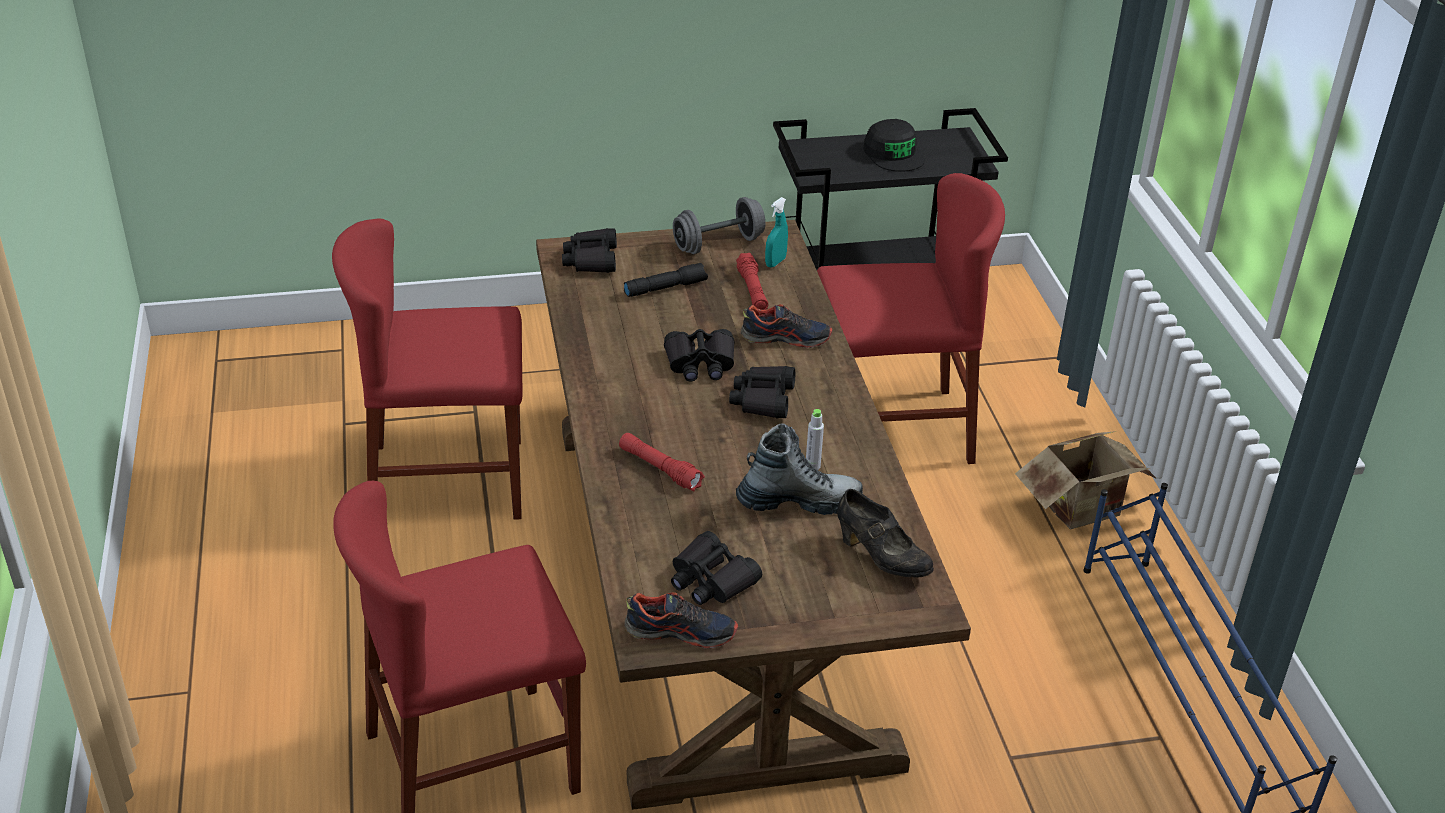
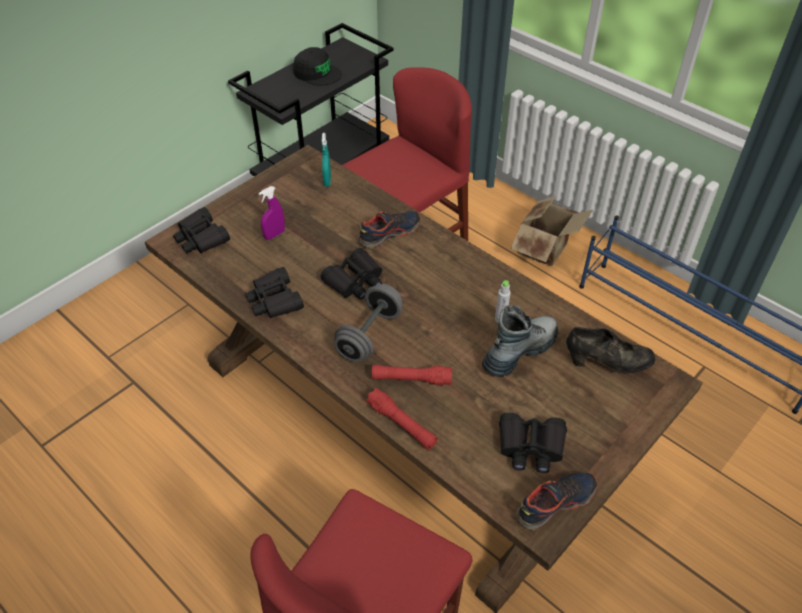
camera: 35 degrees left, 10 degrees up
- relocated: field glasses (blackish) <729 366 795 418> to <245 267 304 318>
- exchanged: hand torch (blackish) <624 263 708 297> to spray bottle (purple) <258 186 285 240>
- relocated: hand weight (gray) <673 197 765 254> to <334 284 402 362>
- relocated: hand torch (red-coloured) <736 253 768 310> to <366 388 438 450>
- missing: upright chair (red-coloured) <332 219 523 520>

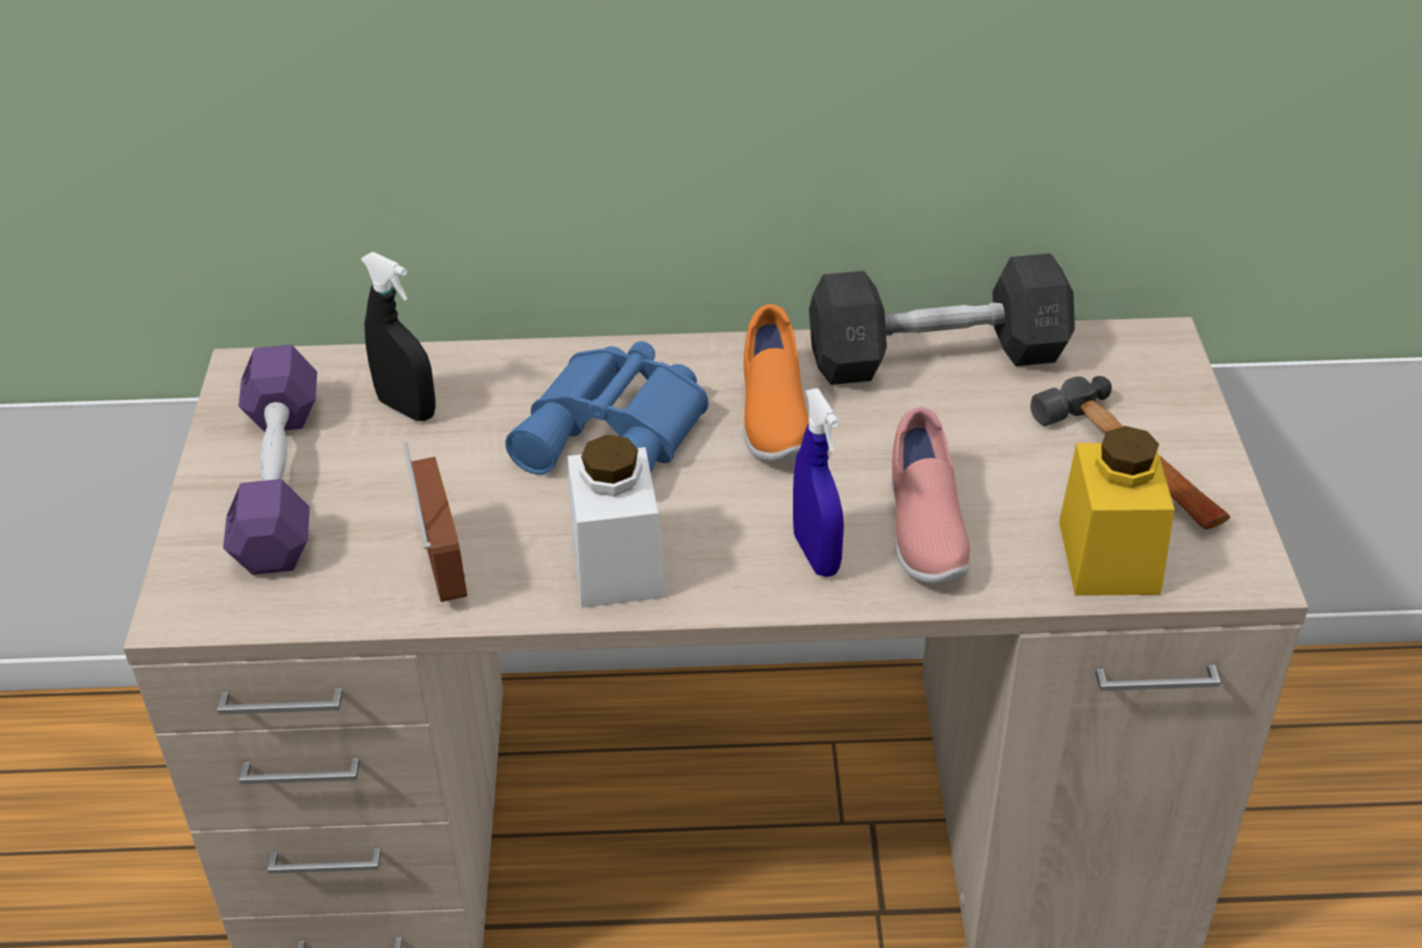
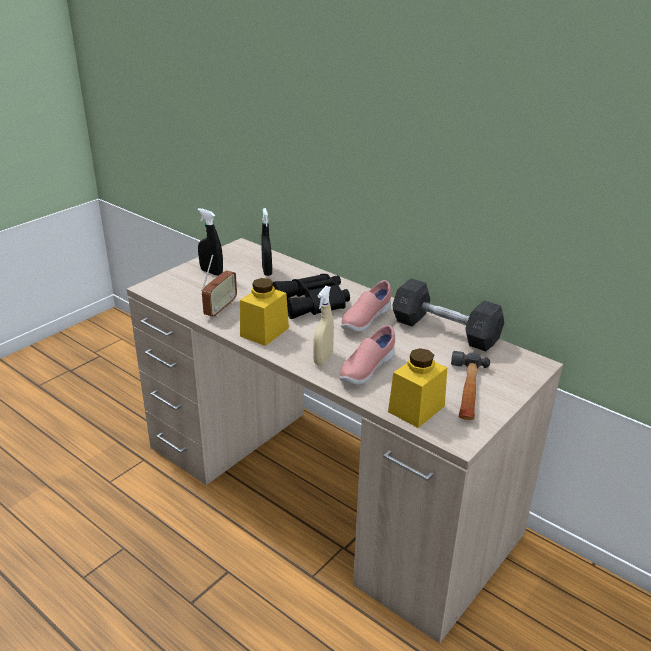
camera: 40 degrees right, 10 degrees down
- exchanged: hand weight (purple) <223 345 317 575> to spray bottle (blackish) <198 208 223 276>
- colour: preserve jar (whitish) <568 435 666 608> to preserve jar (yellowish) <240 278 289 346>
- colour: field glasses (bluish) <505 341 708 475> to field glasses (blackish) <273 274 350 319>
- colour: spray bottle (bluish) <793 388 844 577> to spray bottle (beige-coloured) <313 286 334 365>
- colour: item of footwear (orange) <743 304 809 462> to item of footwear (pink-coloured) <341 280 391 332>

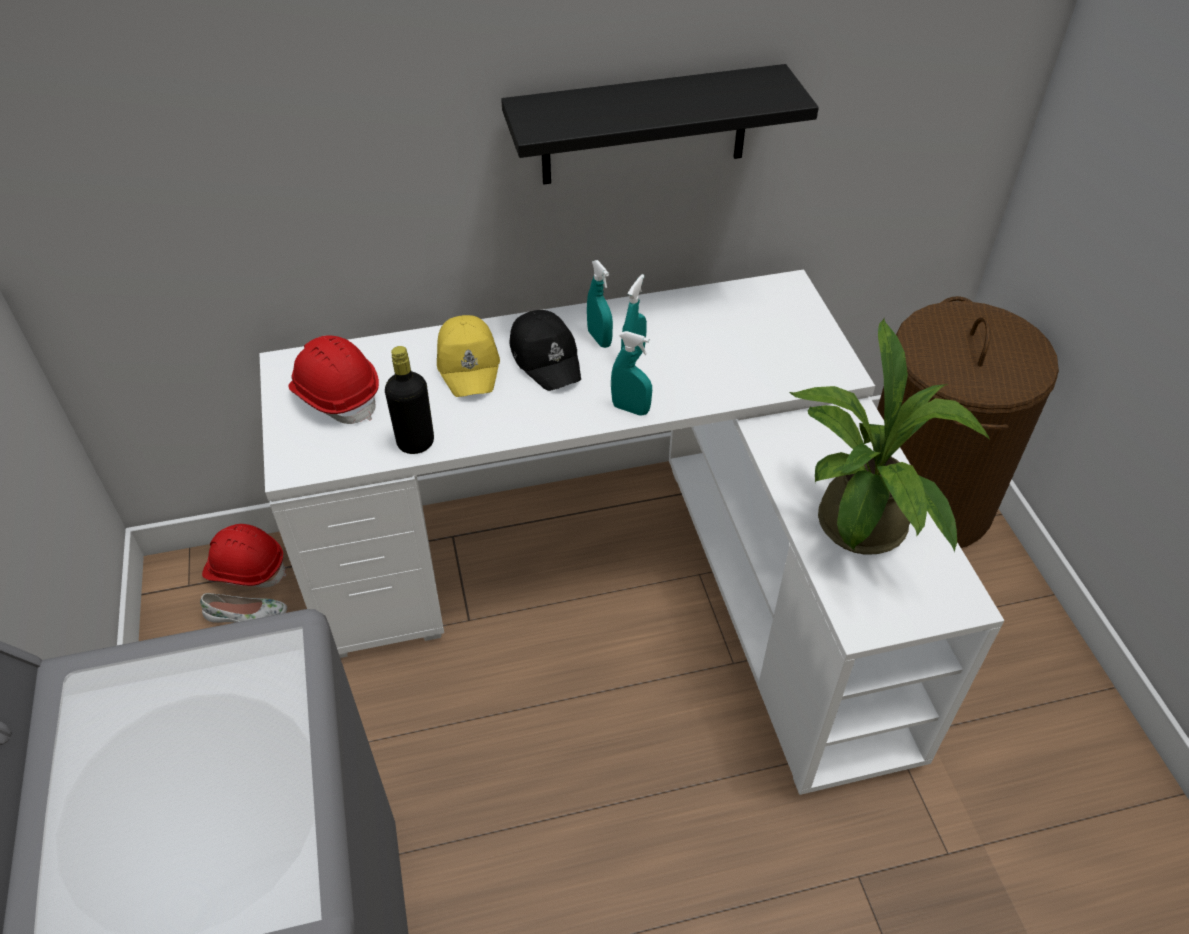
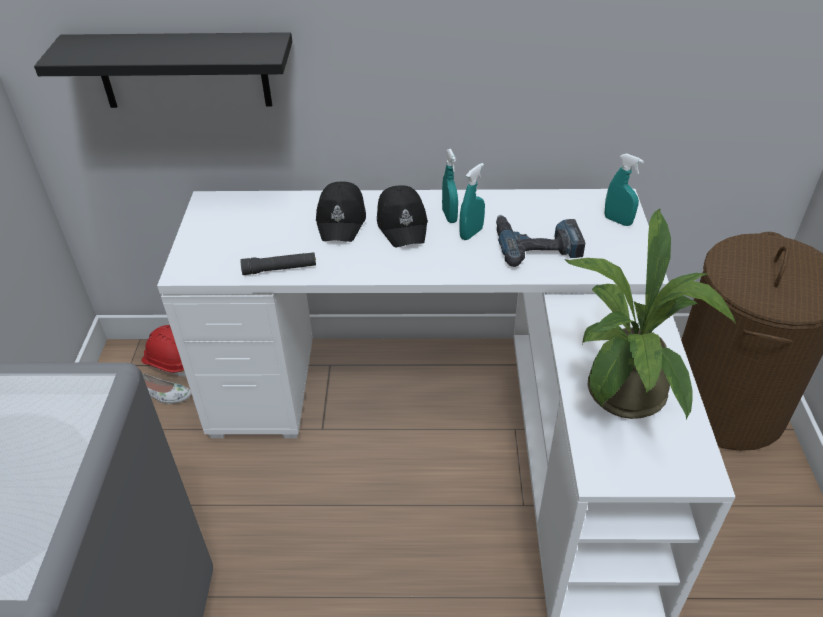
camera: 15 degrees right, 5 degrees down
- relocated: wall shelf (blackish) <501 64 819 185> to <34 32 292 108>
- exchanged: beverage bottle (blackish) <385 346 434 454> to hand torch (blackish) <241 252 316 275>
- colour: baseball cap (yellowish) <437 315 500 397> to baseball cap (blackish) <316 182 366 242>
- appeared: drill <496 215 585 267>
- relocated: spray bottle (turquoise-coloured) <611 331 652 416> to <604 153 644 226>
- missing: safety helmet (red-coloured) <289 335 379 424>

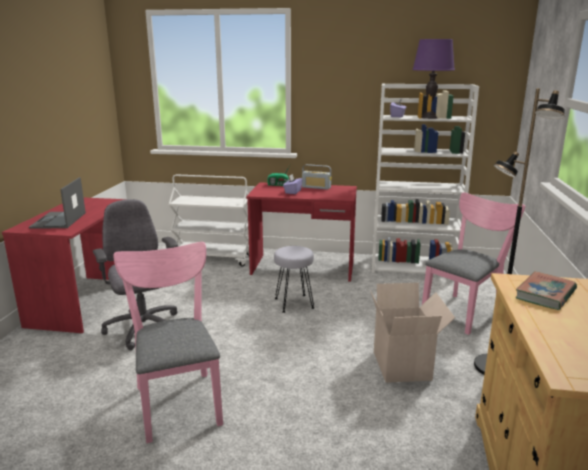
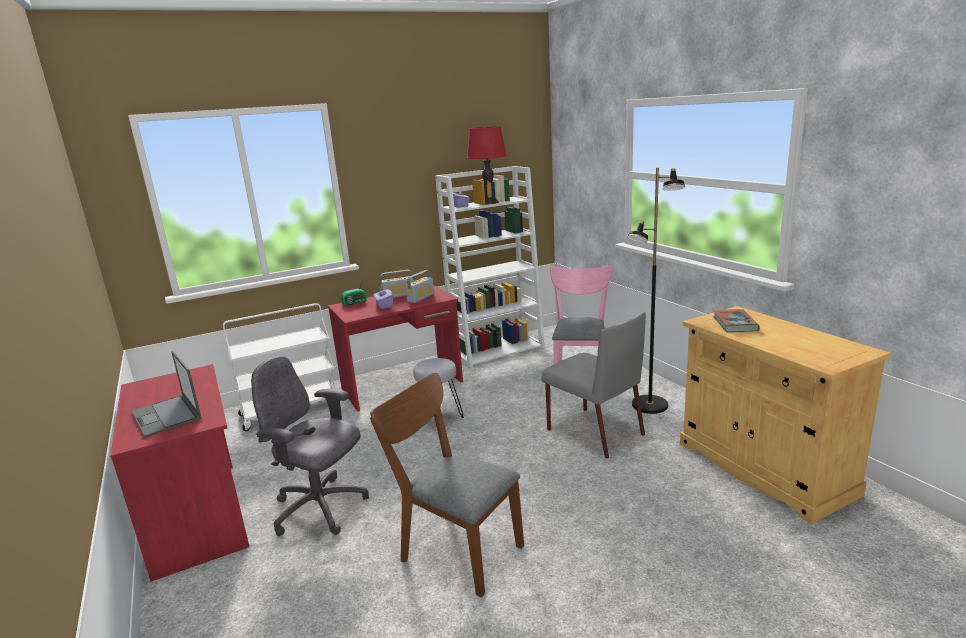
camera: 35 degrees left, 0 degrees up
- colour: upright chair (pink-coloured) <114 242 223 443> to upright chair (brownish) <370 373 524 597>
- appeared: radio <406 270 434 303>
- colour: table lamp (purple) <412 39 455 119> to table lamp (red-coloured) <467 126 507 204>
- exchanged: carton <370 283 455 383> to upright chair (gray) <542 312 646 459>

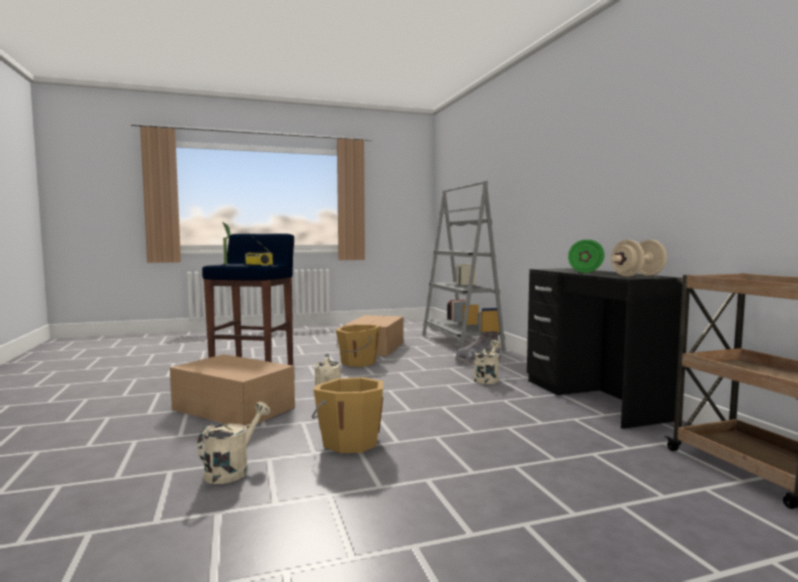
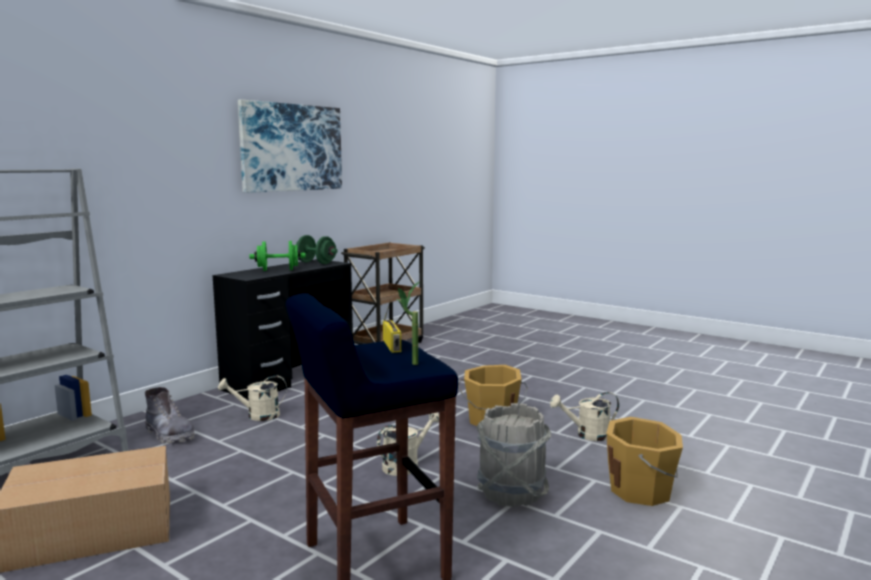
camera: 125 degrees left, 5 degrees up
- appeared: wall art <238 100 342 193>
- colour: hand weight (beige-coloured) <611 240 667 277> to hand weight (green-coloured) <296 235 337 264>
- exchanged: carton <170 354 295 428> to bucket (gray) <477 403 551 507>
- relocated: bucket (orange) <336 324 380 367> to <606 417 683 506>

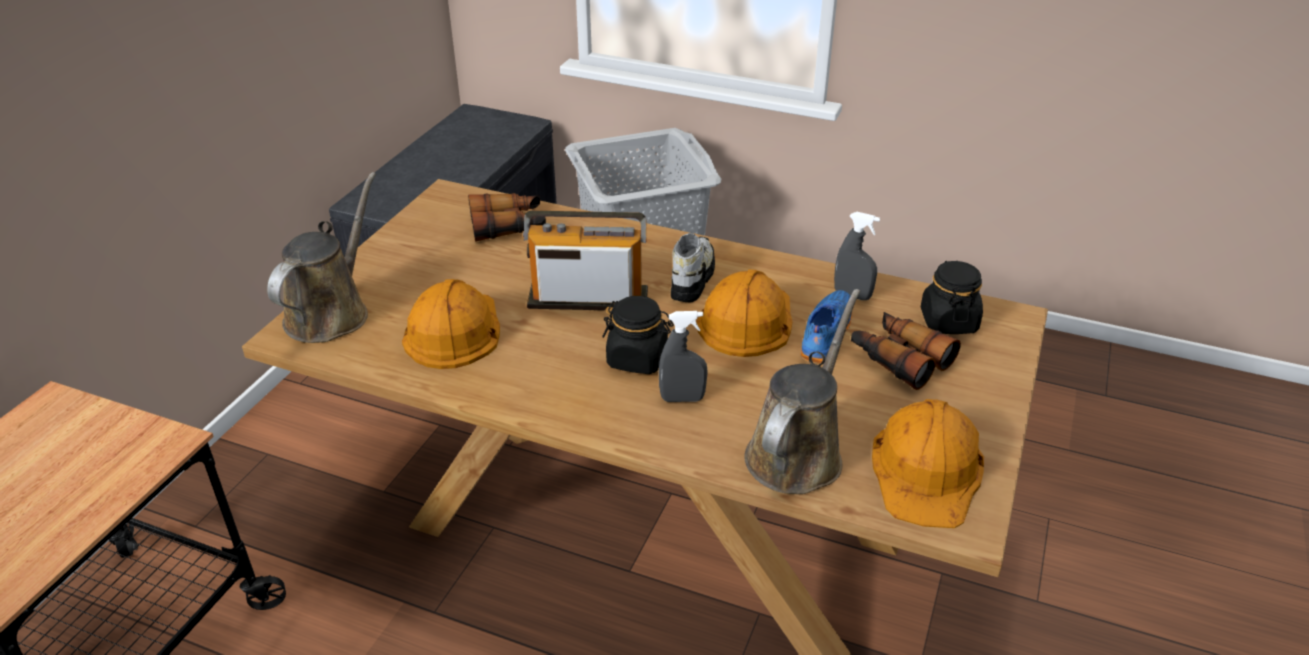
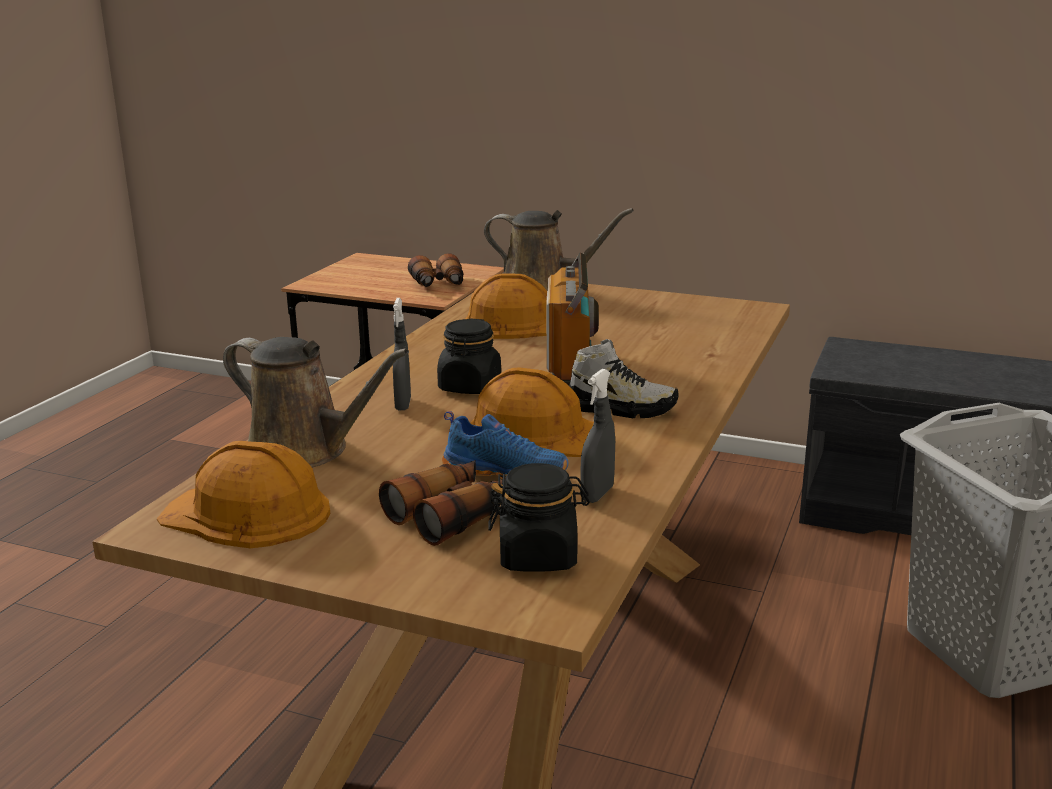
camera: 90 degrees right, 15 degrees down
- relocated: field glasses <468 193 546 242> to <408 253 463 287>

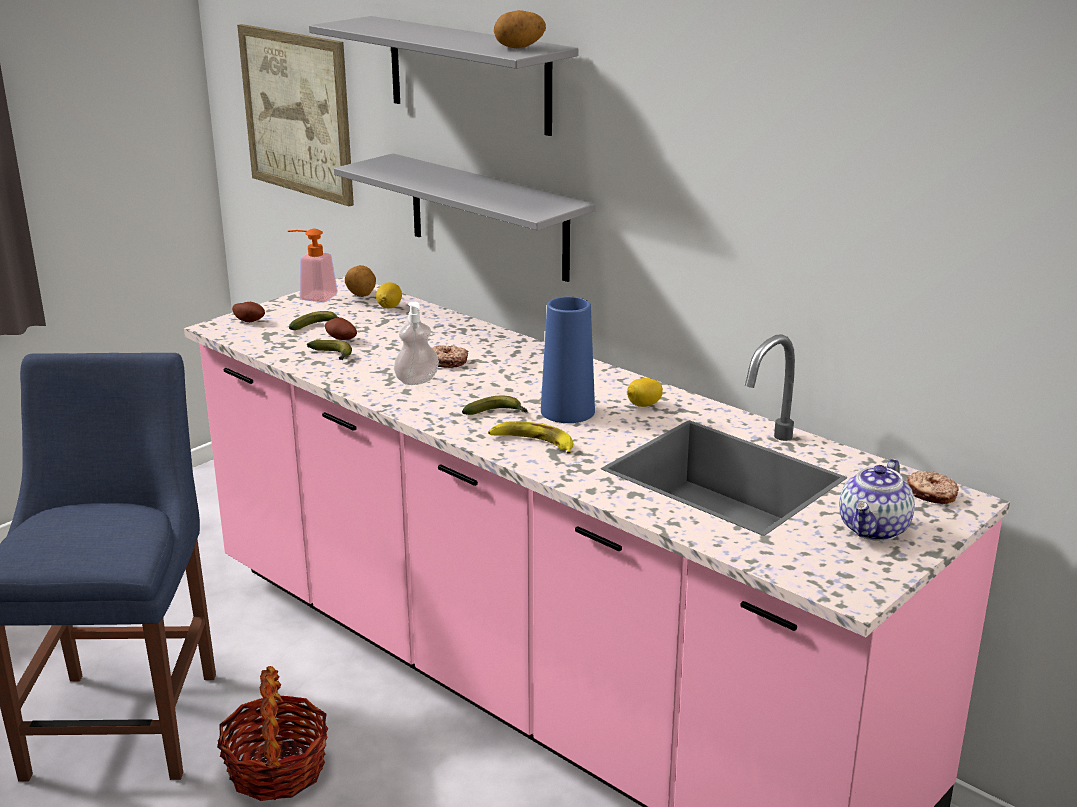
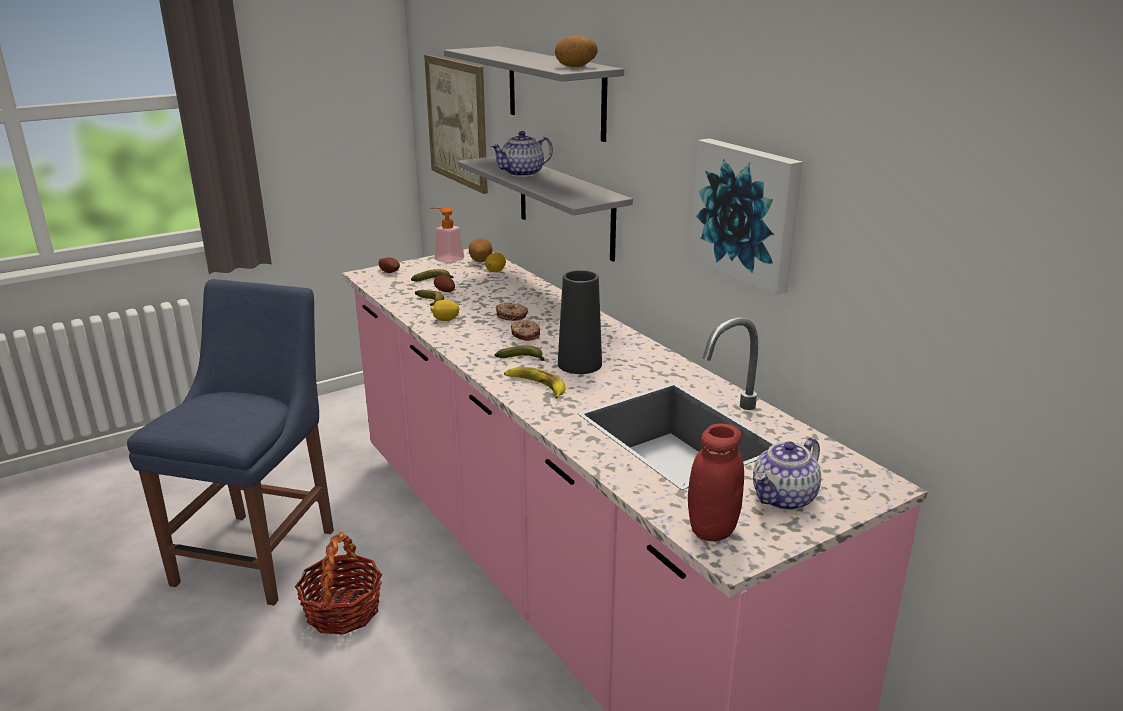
camera: 15 degrees right, 0 degrees up
- relocated: whole lemon <627 378 663 407> to <430 300 460 321>
- appeared: pot for tea <491 131 553 177>
- relocated: donut <907 471 959 504> to <511 319 540 341>
- colour: vase (bluish) <541 297 595 423> to vase (blackish) <558 270 602 374>
- appeared: preserve jar (red-coloured) <688 423 744 541>
- appeared: wall art <690 138 803 295>
- missing: soap dispenser <394 302 439 385>

